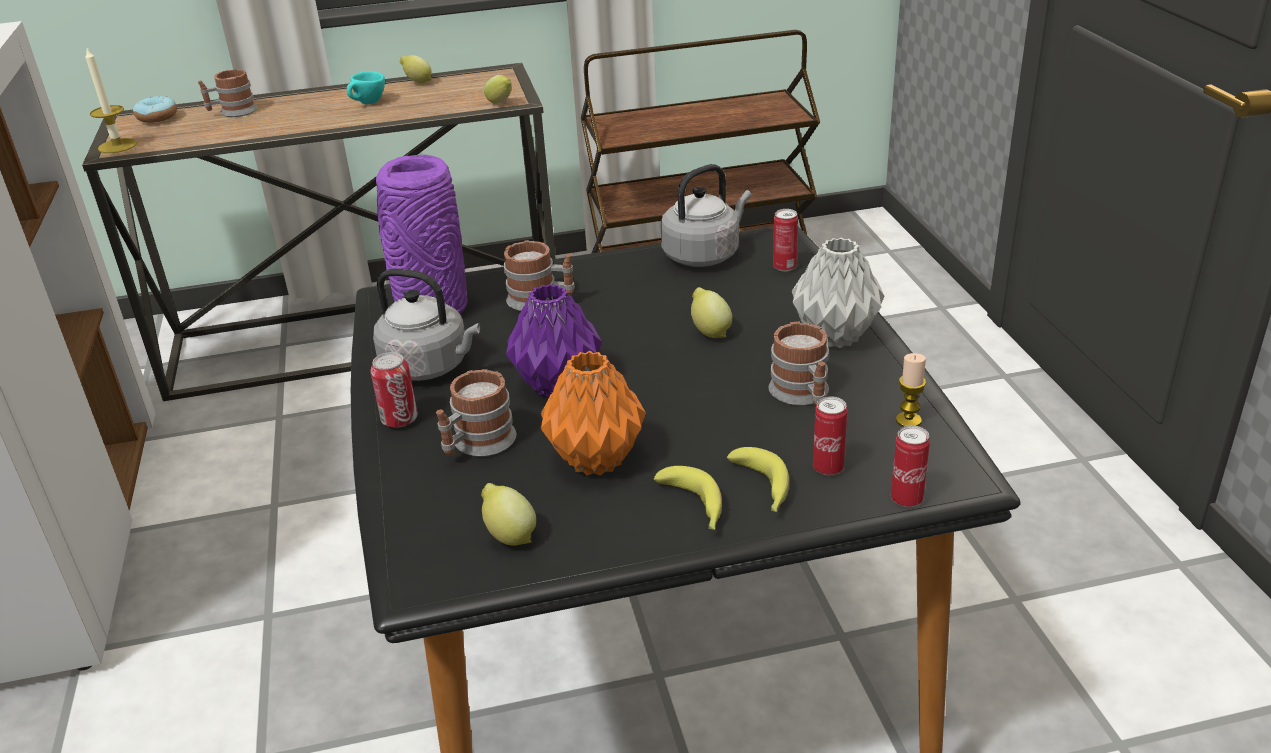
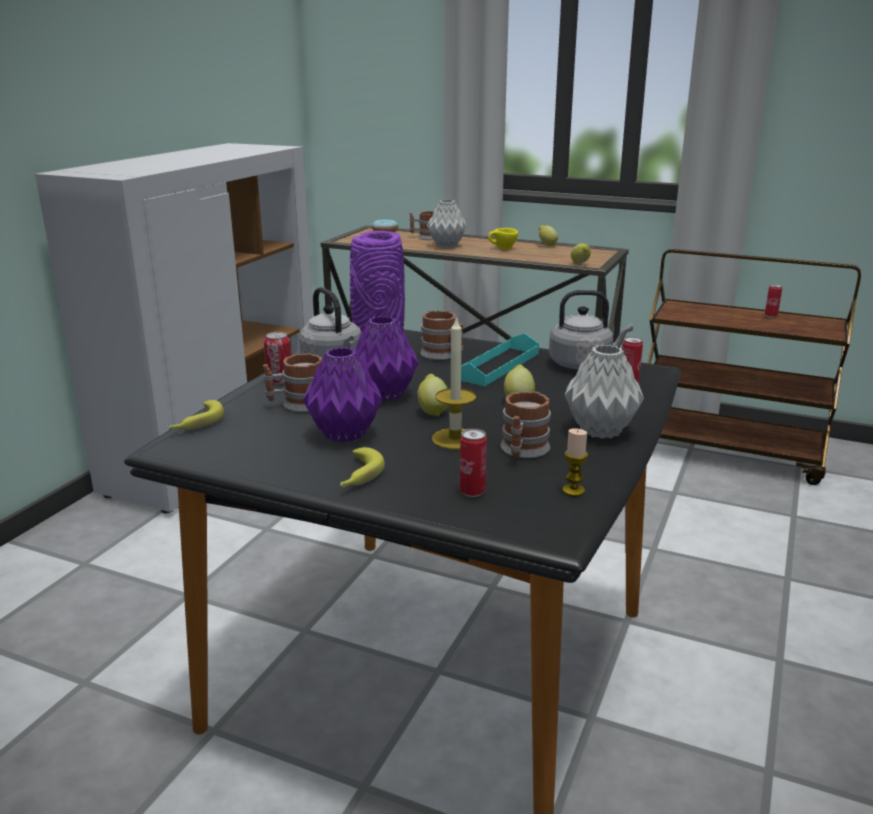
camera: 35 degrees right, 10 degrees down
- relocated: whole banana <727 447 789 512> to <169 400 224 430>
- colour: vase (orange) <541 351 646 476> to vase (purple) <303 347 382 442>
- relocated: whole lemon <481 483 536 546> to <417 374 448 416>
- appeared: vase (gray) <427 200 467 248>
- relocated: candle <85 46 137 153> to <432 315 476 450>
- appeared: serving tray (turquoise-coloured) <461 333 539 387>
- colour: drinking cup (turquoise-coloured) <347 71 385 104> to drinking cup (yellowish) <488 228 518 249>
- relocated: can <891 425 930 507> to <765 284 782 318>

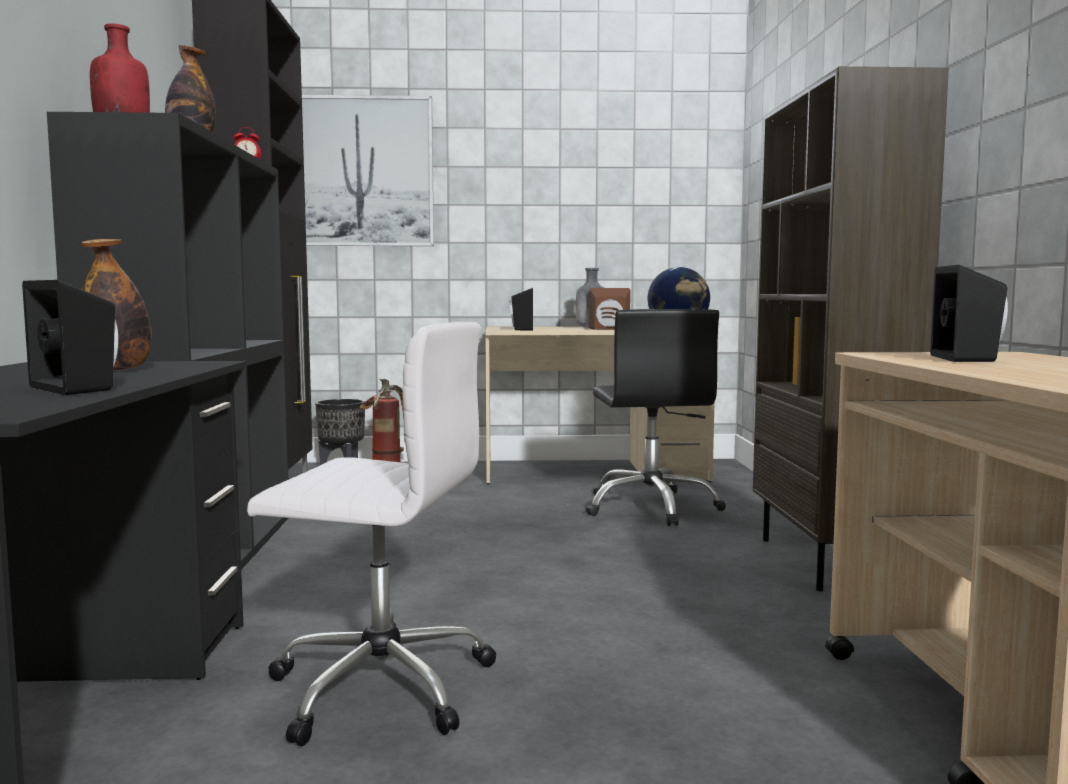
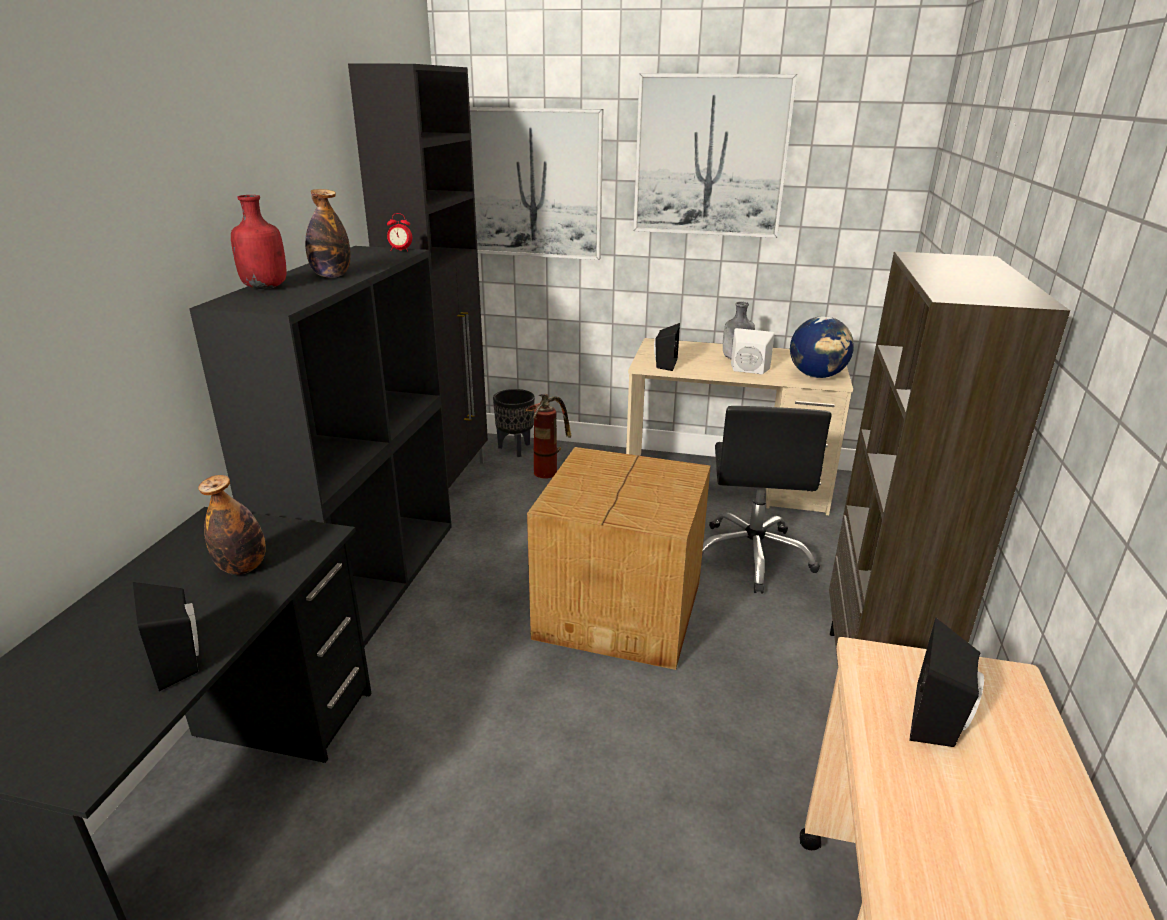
camera: 15 degrees right, 20 degrees up
- appeared: carton <527 447 711 670>
- appeared: wall art <633 73 797 238>
- colour: audio speaker (brownish) <589 288 631 330> to audio speaker (whitish) <731 328 775 375>
- missing: office chair (whitish) <247 321 496 746>

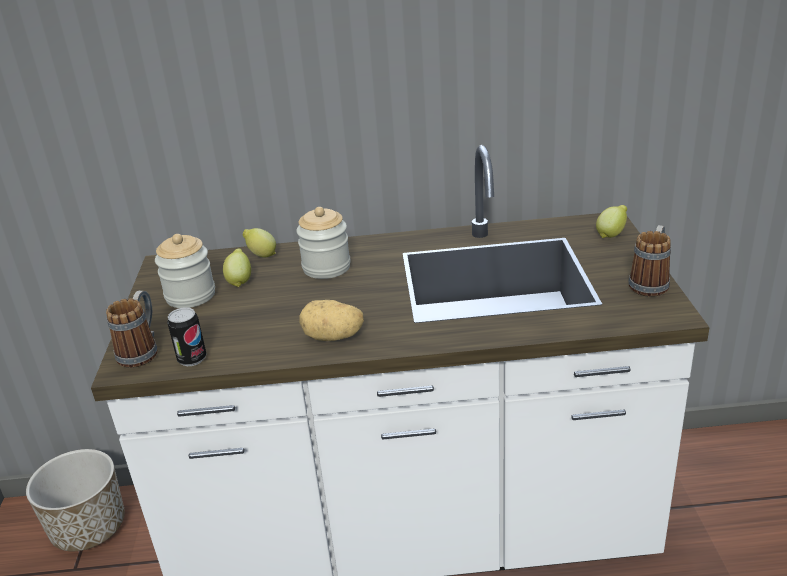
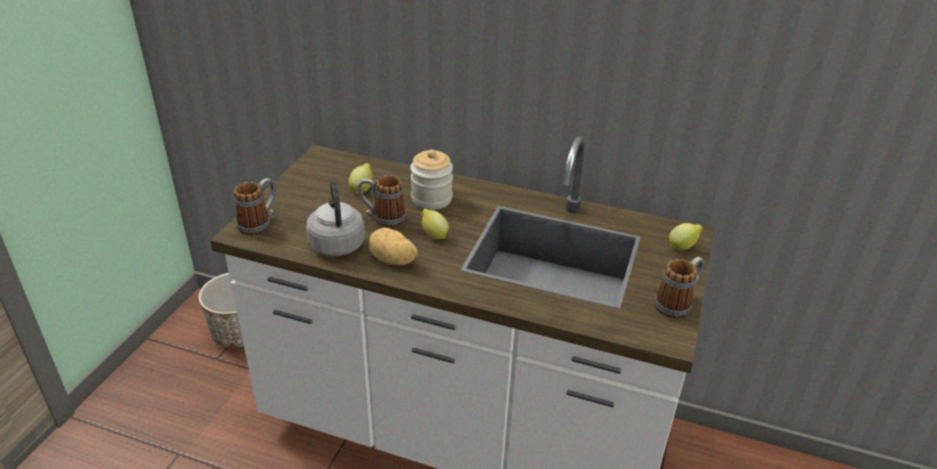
camera: 20 degrees right, 5 degrees up
- appeared: tea kettle (gray) <306 181 365 256>
- appeared: tea mug <358 175 406 227>
- relocated: whole lemon <243 228 276 258> to <421 209 449 240>
- missing: preserve jar <155 234 215 308>
- missing: can <167 307 207 366>

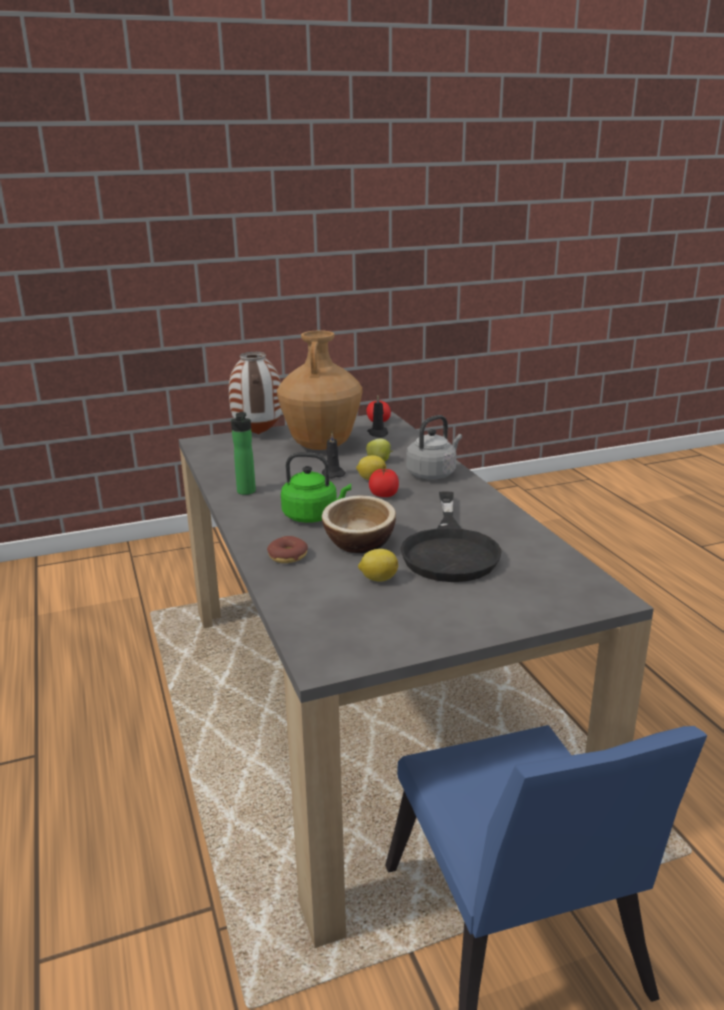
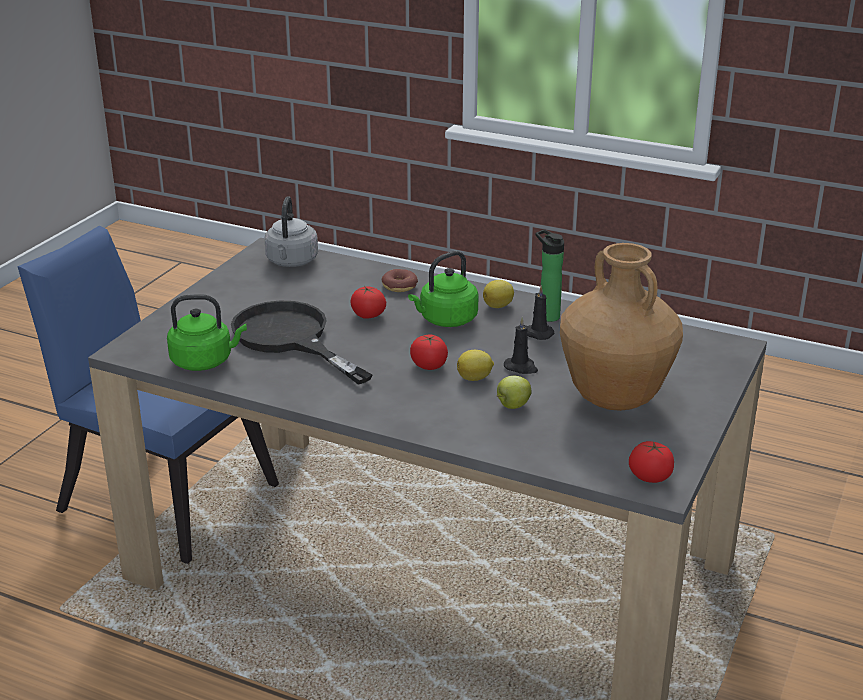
camera: 135 degrees right, 5 degrees up
- appeared: tea kettle (green-coloured) <167 294 247 371>
- relocated: tea kettle (gray) <406 415 462 479> to <265 196 318 267>
- exchanged: deep dish <322 496 396 553> to tomato <350 286 386 319>
- relocated: whole lemon <358 549 398 582> to <483 280 514 308>
- relocated: candle (blackish) <367 396 388 438> to <527 285 555 340>
- missing: vase <229 352 282 434>

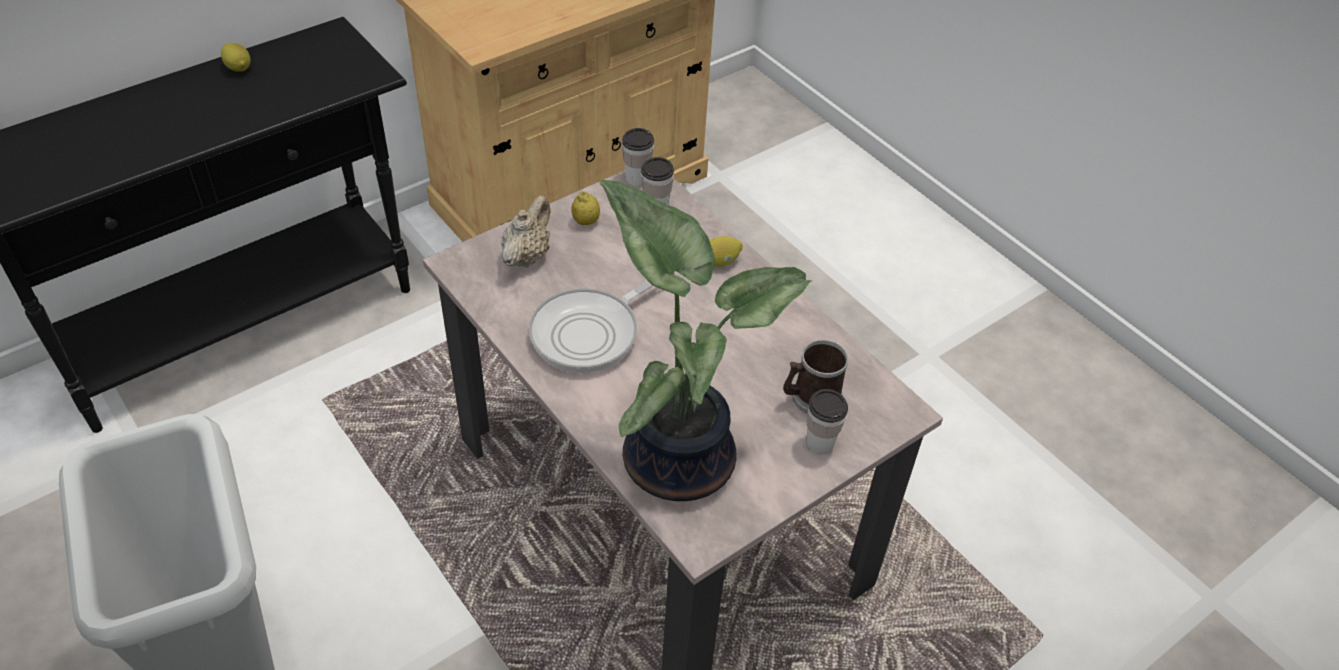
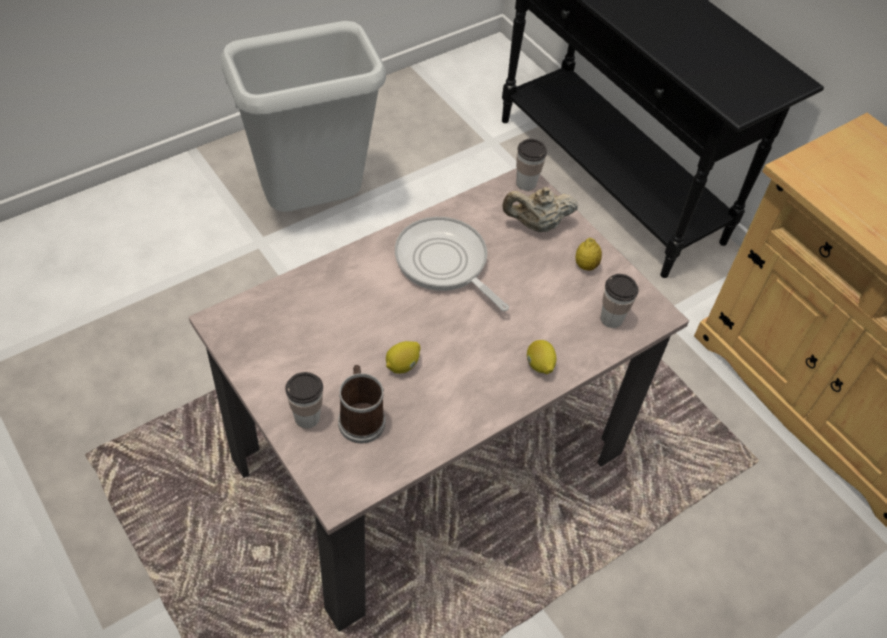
camera: 90 degrees right, 5 degrees up
- relocated: whole lemon <221 43 251 72> to <386 341 421 374>
- spun: pot for tea (beige-coloured) <501 195 550 267> = <502 187 578 232> 150 degrees clockwise
- relocated: drinking cup <622 128 654 186> to <516 139 547 191>
- missing: houseplant <599 180 811 501>

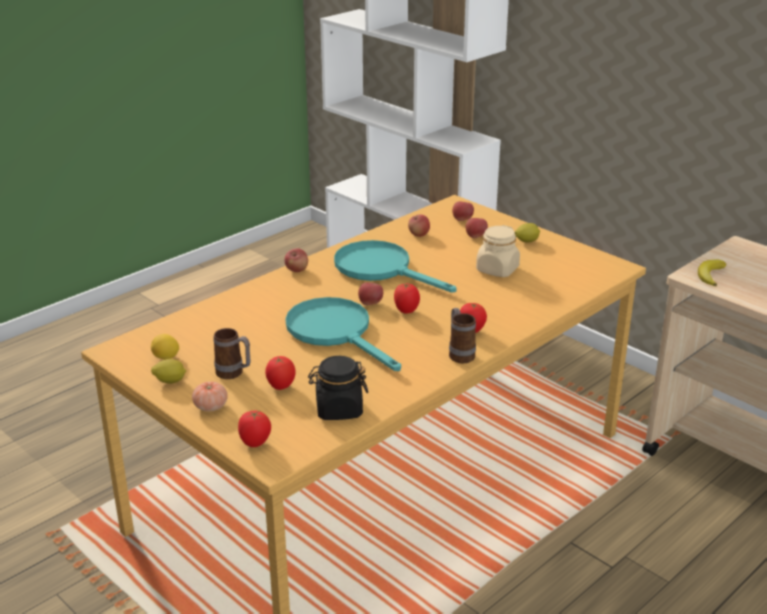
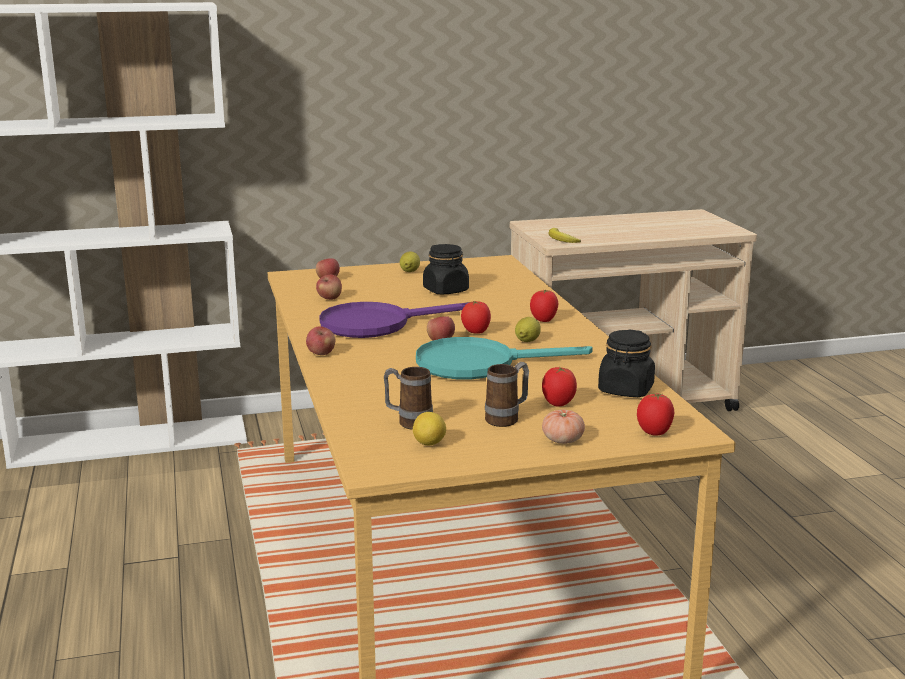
camera: 60 degrees left, 10 degrees down
- colour: skillet (turquoise-coloured) <334 240 456 292> to skillet (purple) <319 302 469 338>
- relocated: tea mug <449 308 476 363> to <384 367 433 430>
- colour: preserve jar (beige-coloured) <476 225 520 277> to preserve jar (blackish) <423 244 469 295>
- relocated: whole lemon <151 359 186 384> to <515 317 541 342>
- missing: apple <466 218 488 238>

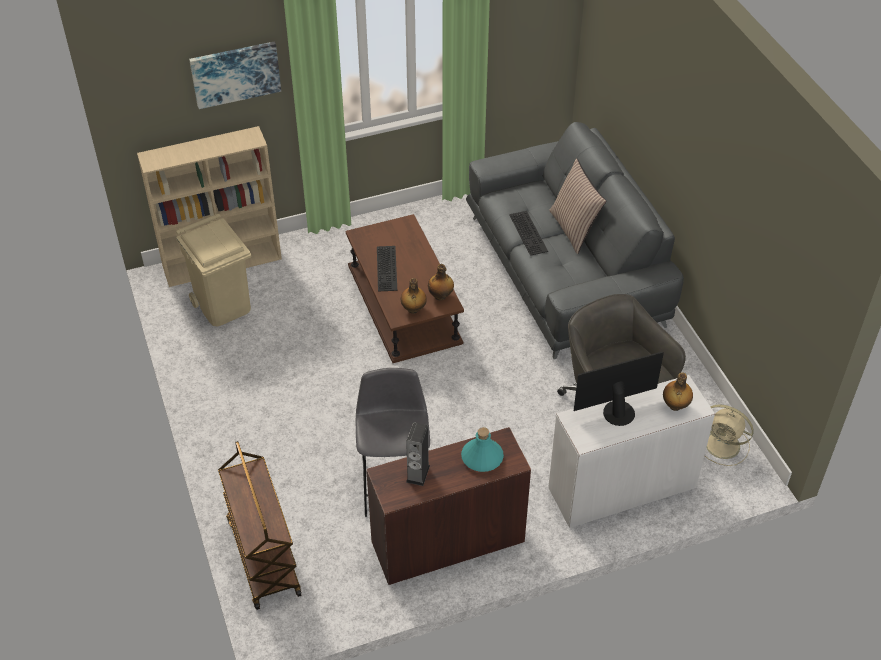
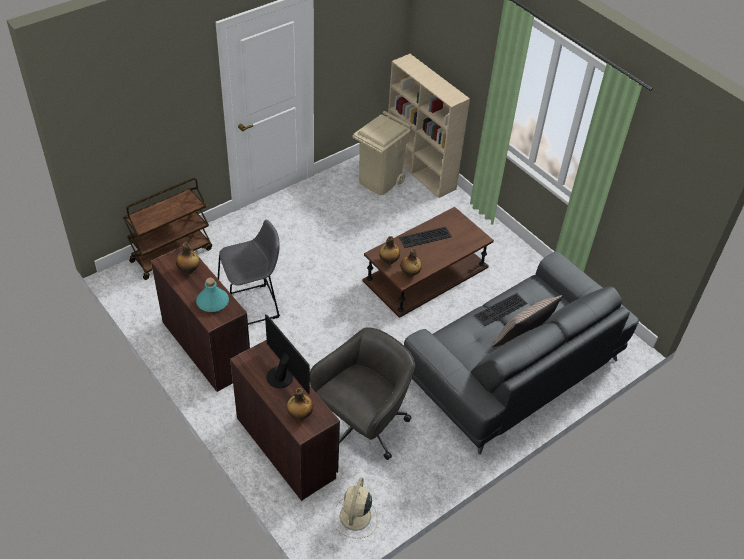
camera: 70 degrees right, 0 degrees up
- exchanged: audio speaker <406 422 430 486> to beverage bottle <176 242 200 274>
- colour: desk (whitish) <548 375 715 528> to desk (brownish) <230 339 340 501>
- missing: wall art <189 41 281 109>

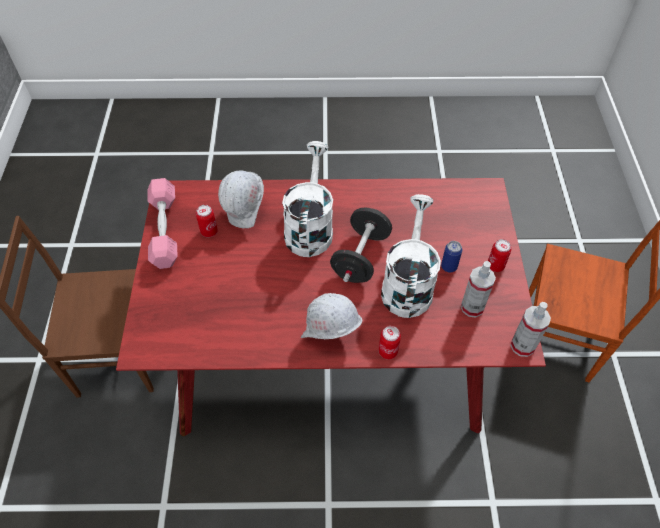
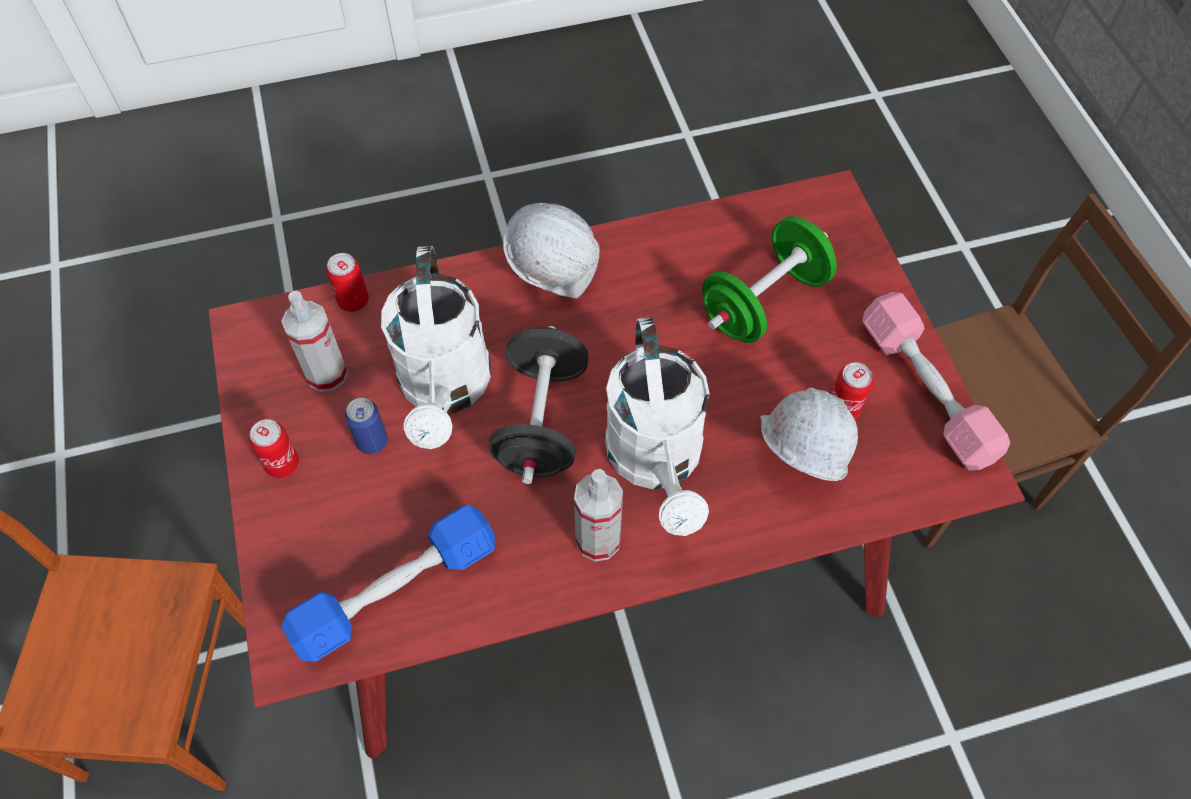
camera: 165 degrees right, 5 degrees up
- appeared: hand weight (bluish) <281 505 495 662>
- relocated: can <379 326 401 359> to <326 253 369 312>
- relocated: spray bottle <510 302 551 357> to <574 469 623 561>
- appeared: hand weight (green-coloured) <702 216 837 343>

